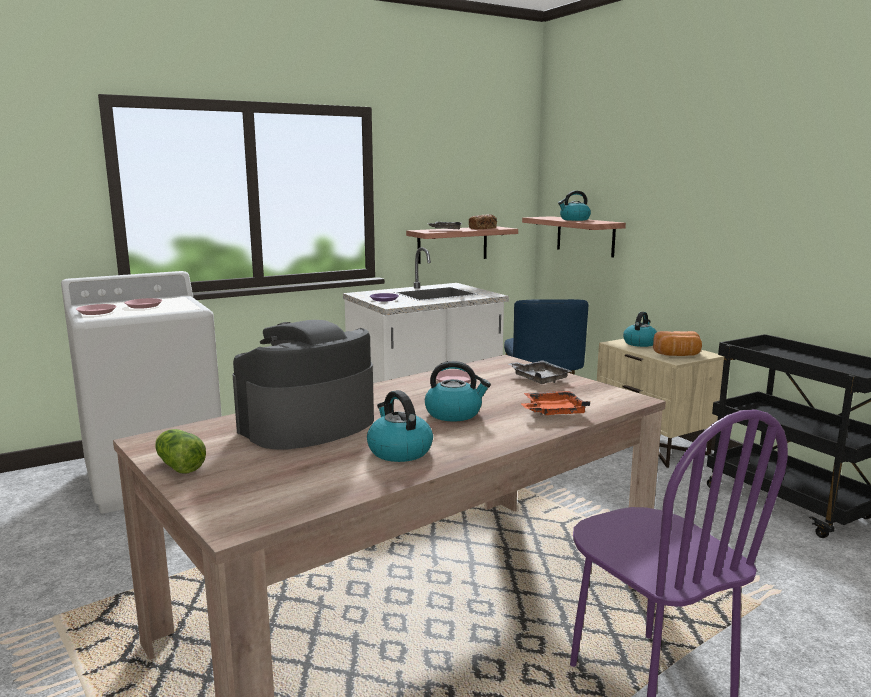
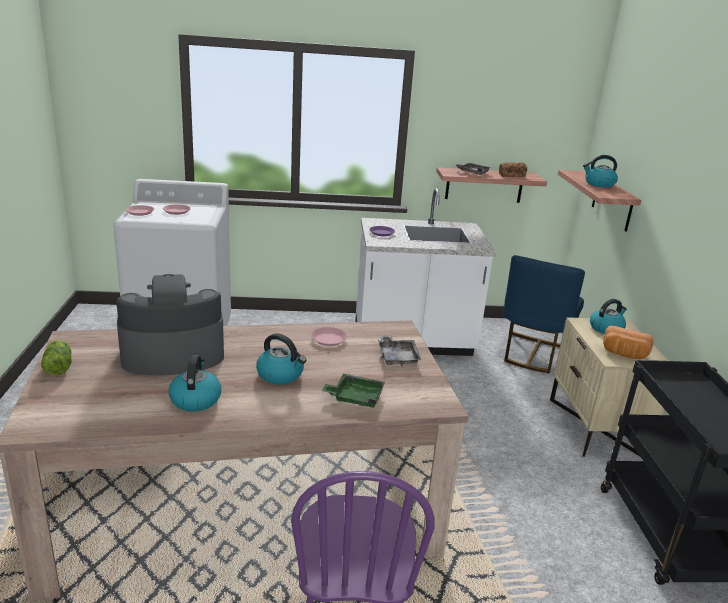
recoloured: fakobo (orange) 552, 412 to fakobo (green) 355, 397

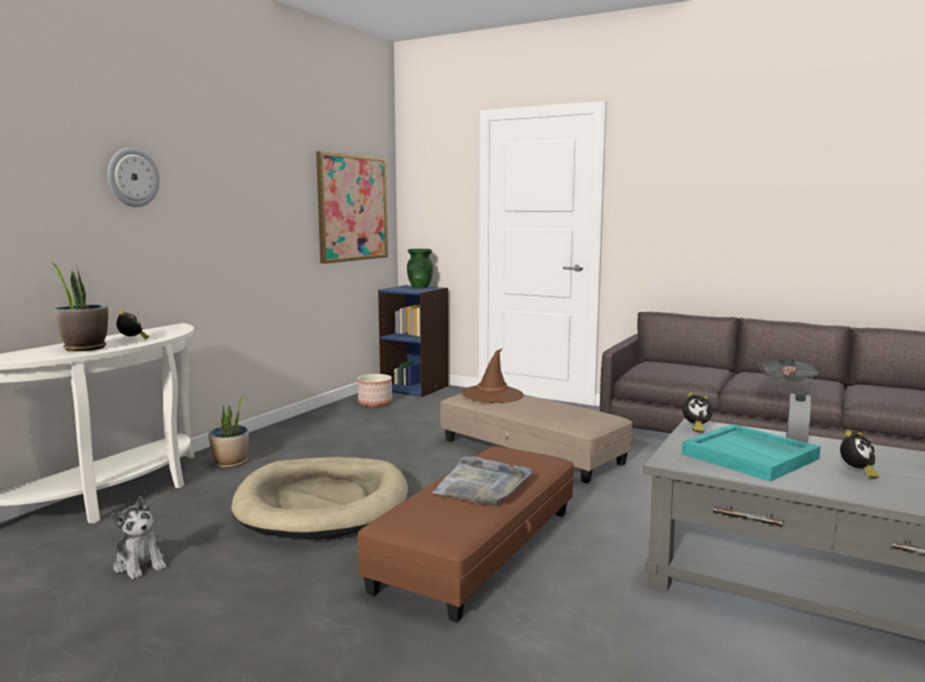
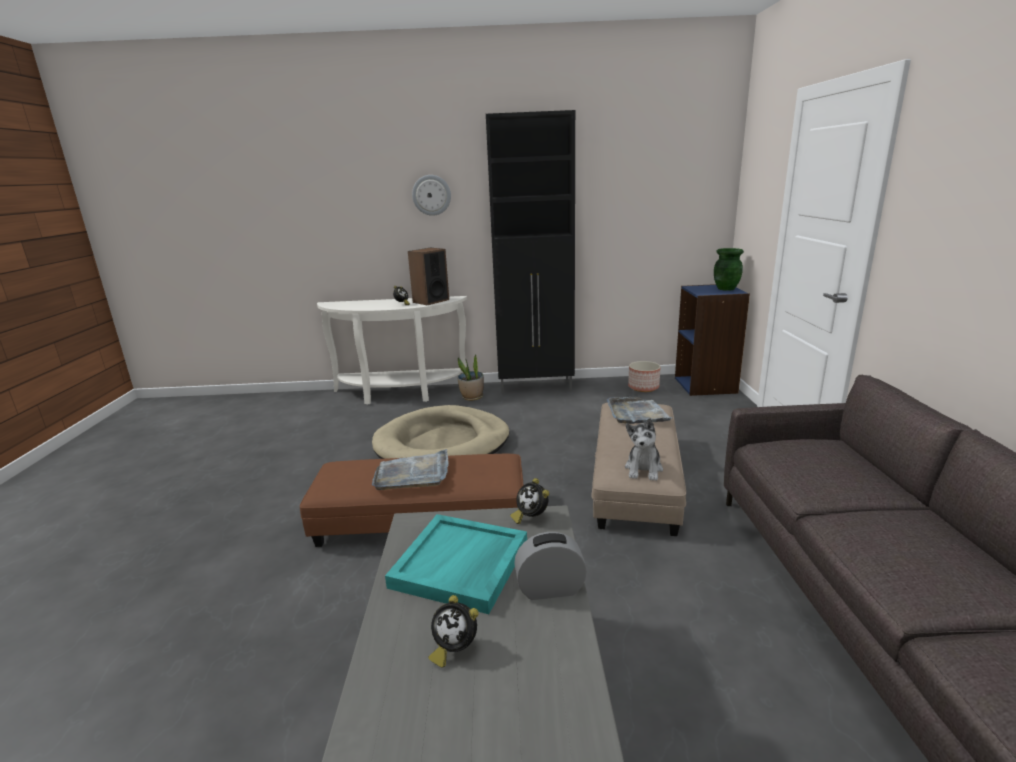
removed: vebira 84, 348; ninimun 352, 208; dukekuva 787, 386
added: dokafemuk 430, 301; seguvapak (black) 536, 387
moved: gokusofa 140, 564 to 644, 469
replaced: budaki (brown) 492, 395 to fakobo (grey) 636, 413

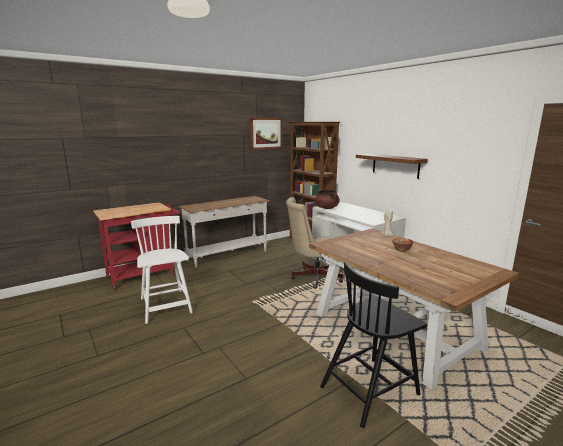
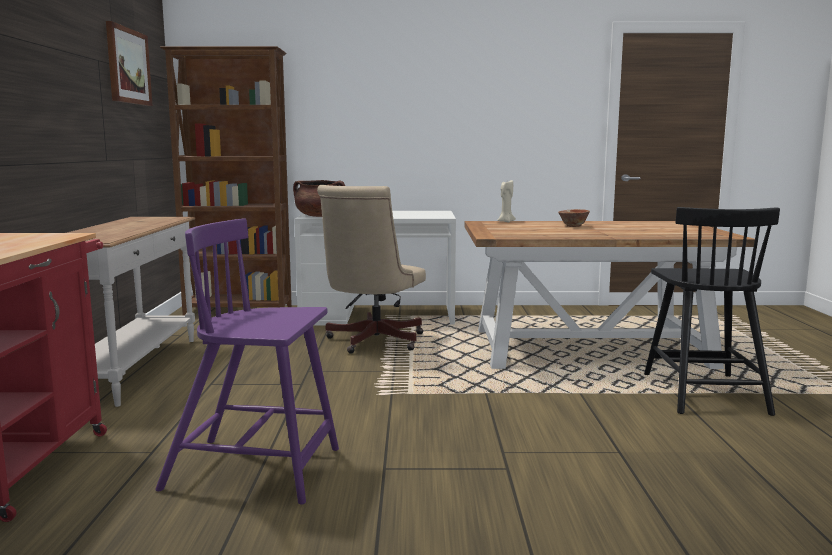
removed: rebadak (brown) 395, 165
recoloured: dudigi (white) 165, 306 to dudigi (purple) 256, 469

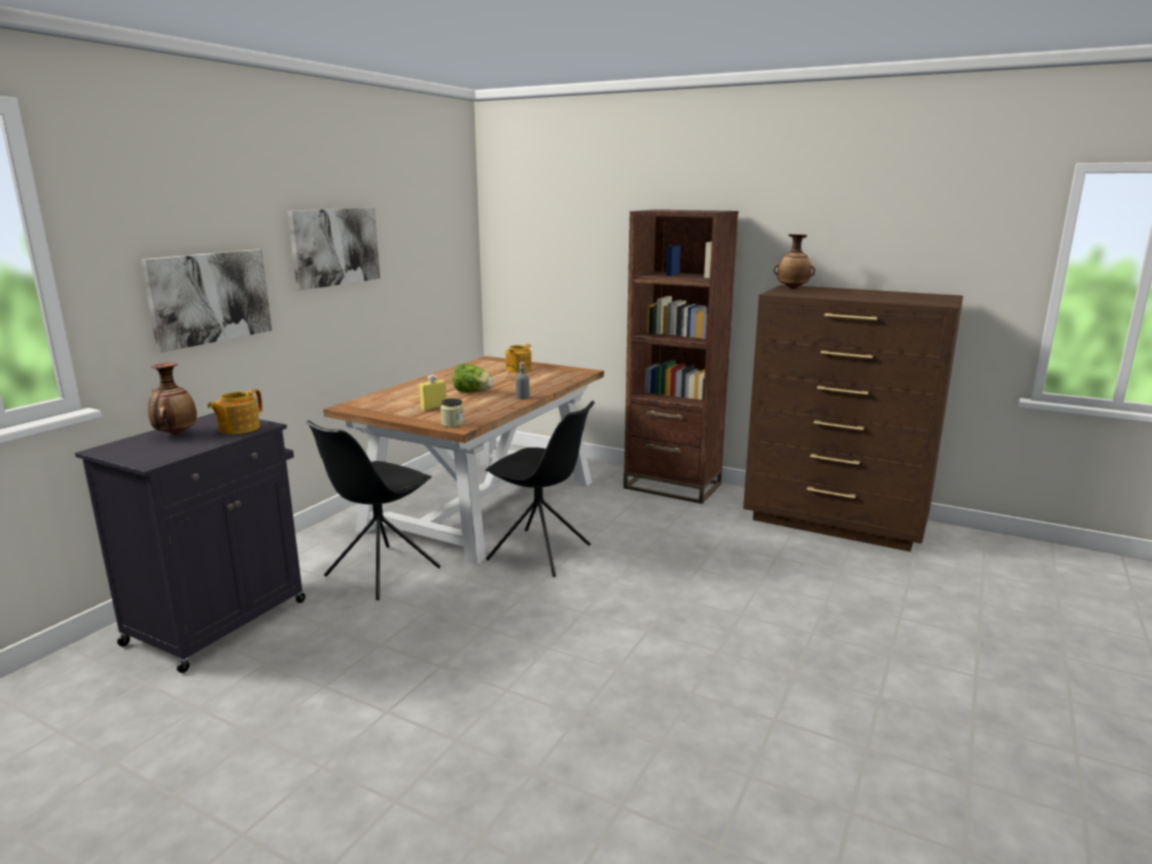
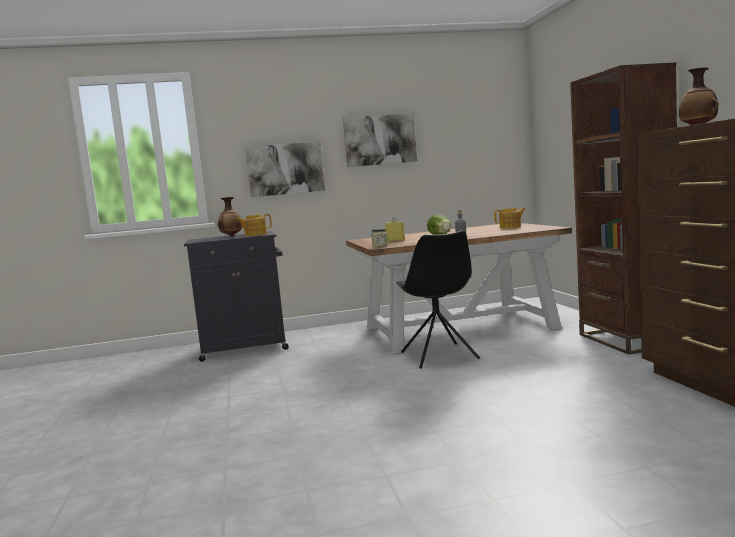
removed: dudigi (black) 380, 572

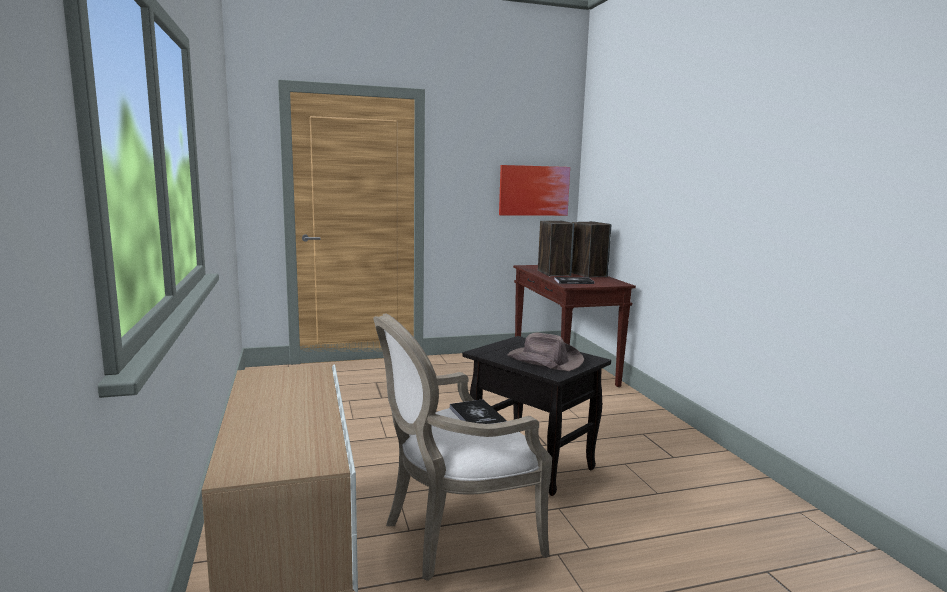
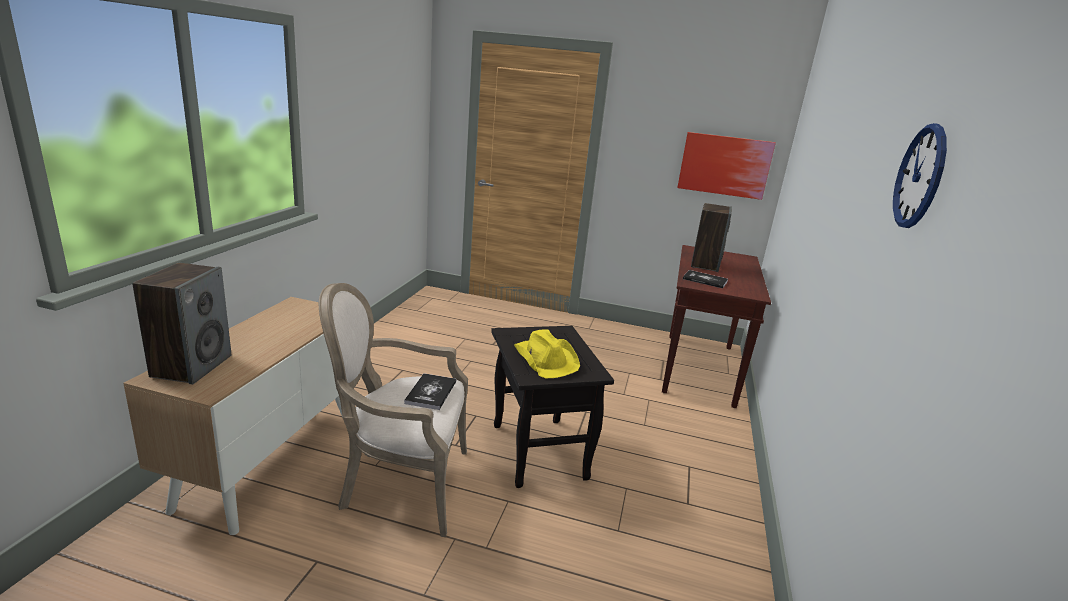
added: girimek 920, 177
moved: dokafemuk 587, 274 to 192, 366
recoloured: budaki (brown) 544, 360 to budaki (yellow) 546, 359

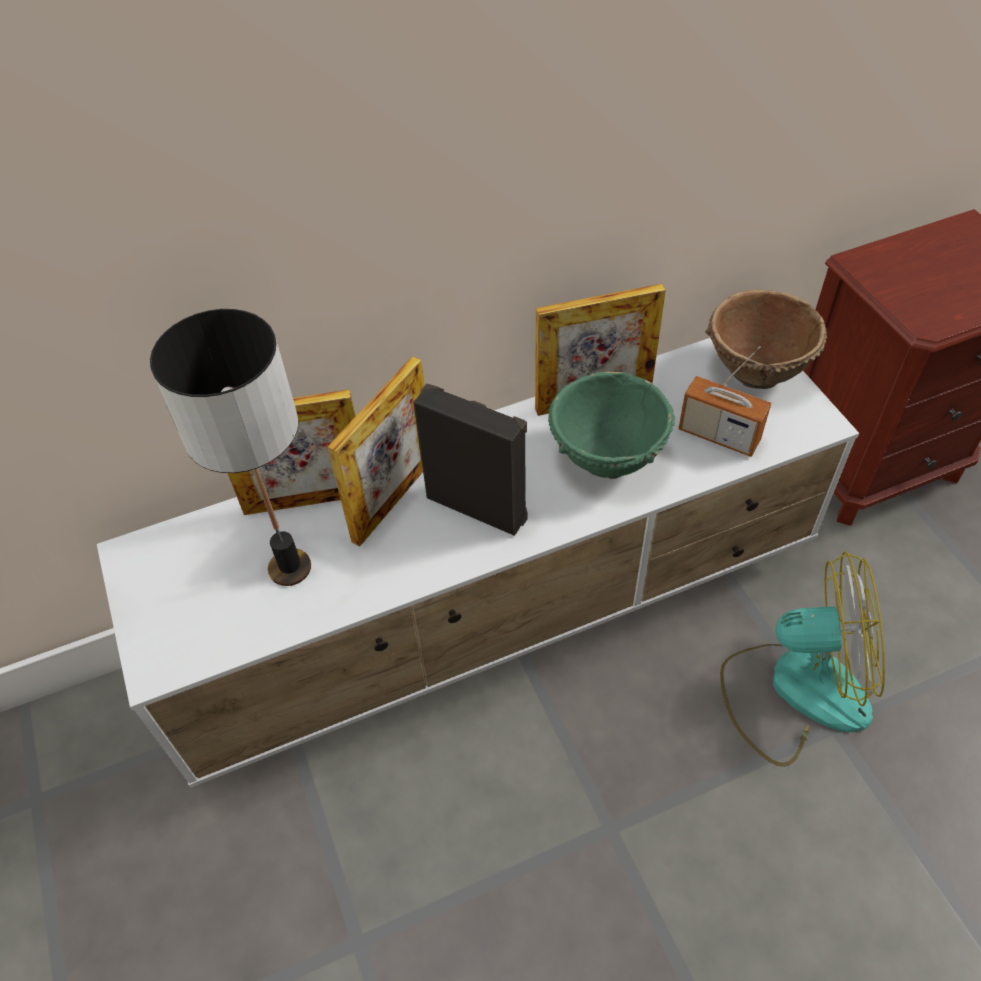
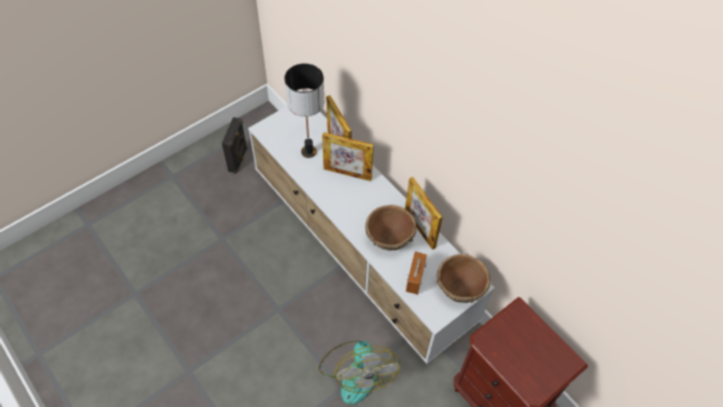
moved: dokafemuk (black) 478, 505 to 238, 160
recoloured: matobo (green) 606, 459 to matobo (brown) 389, 239

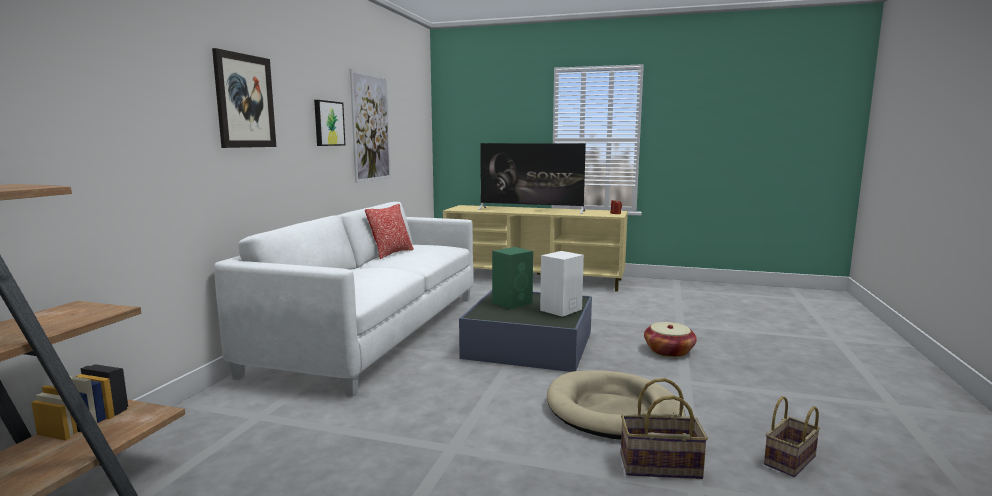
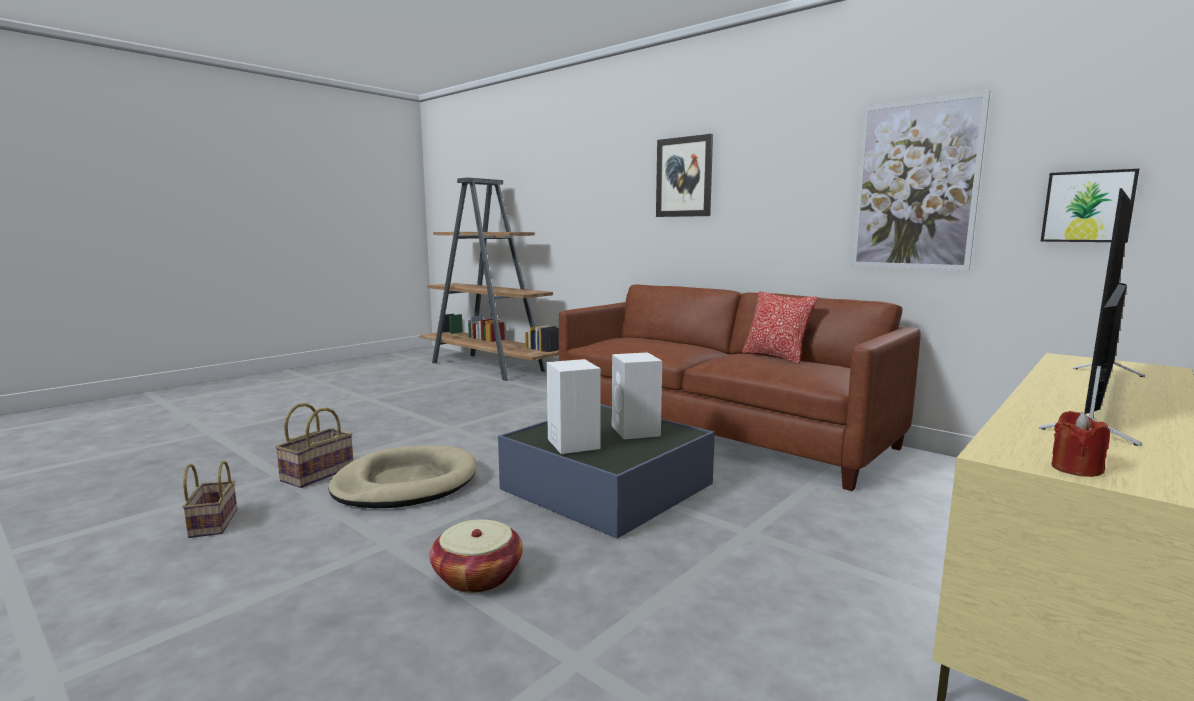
moved: ninimun 328, 123 to 1088, 206
recoloured: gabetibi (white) 374, 331 to gabetibi (brown) 719, 429; dokafemuk (green) 513, 303 to dokafemuk (white) 636, 431

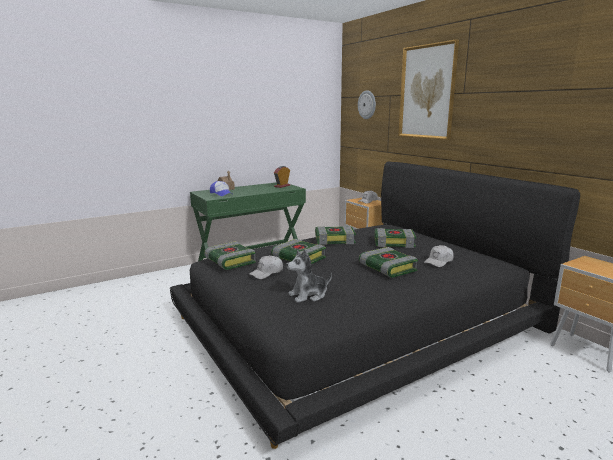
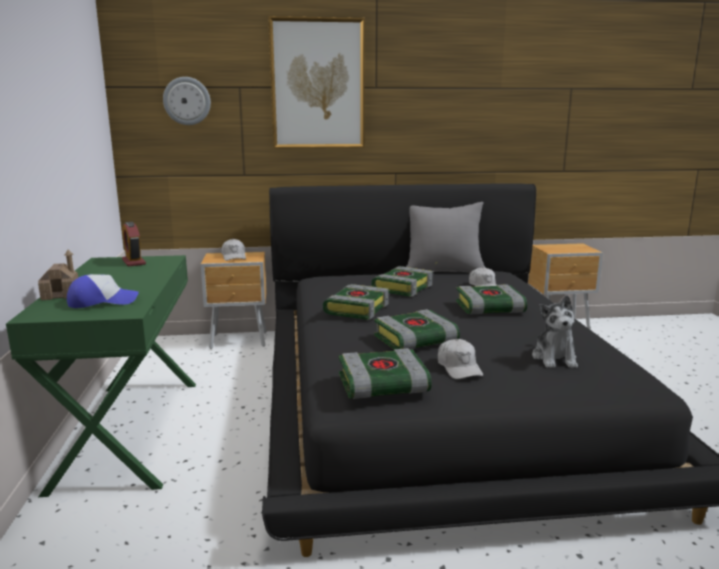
added: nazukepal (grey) 443, 270

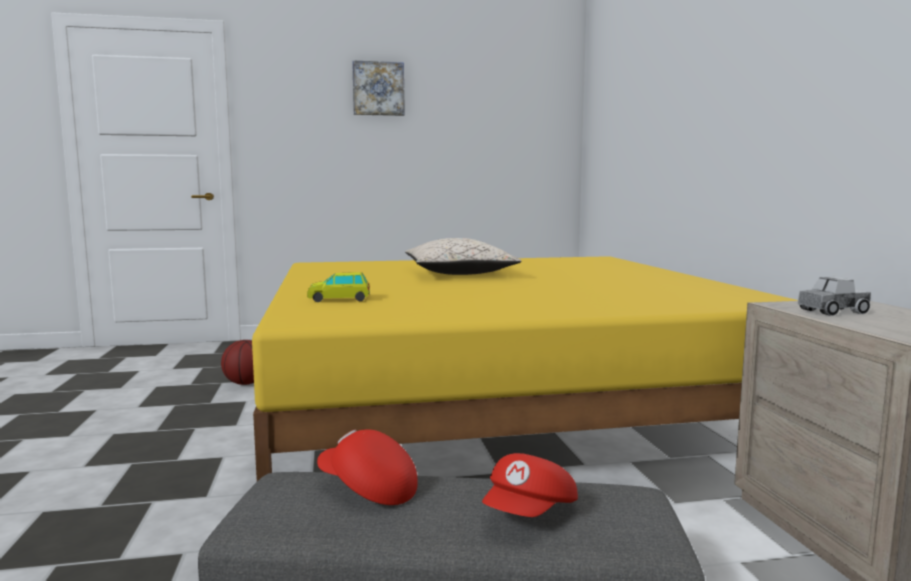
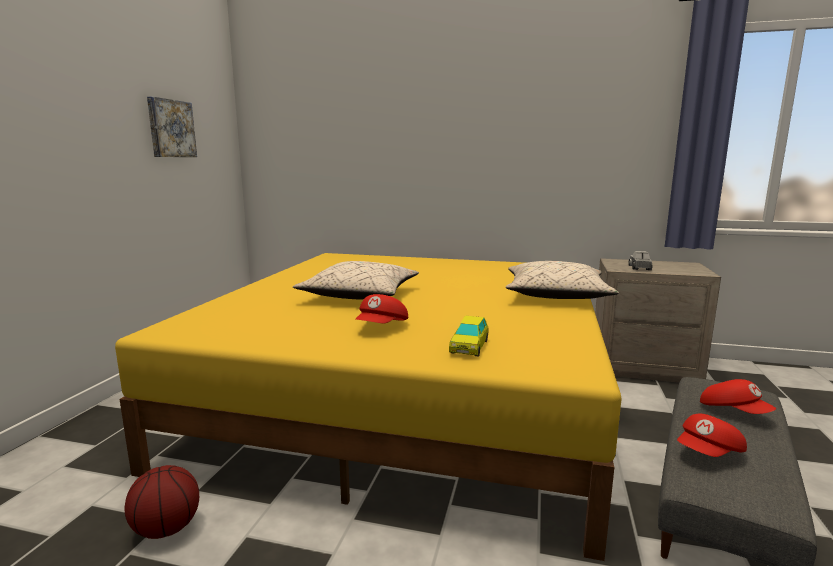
added: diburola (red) 382, 327; nazukepal (beige) 556, 295
moved: ninimun 378, 89 to 170, 128

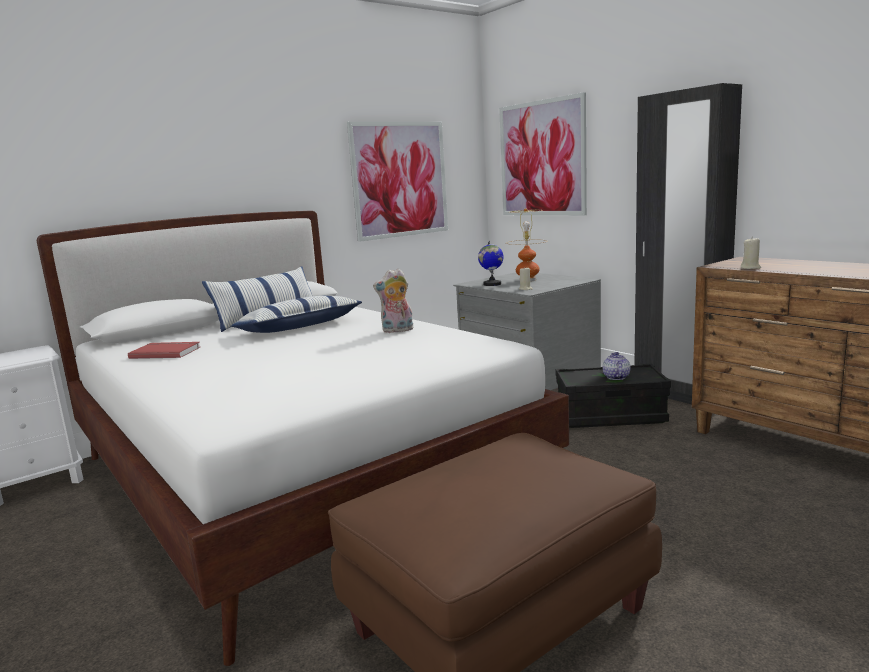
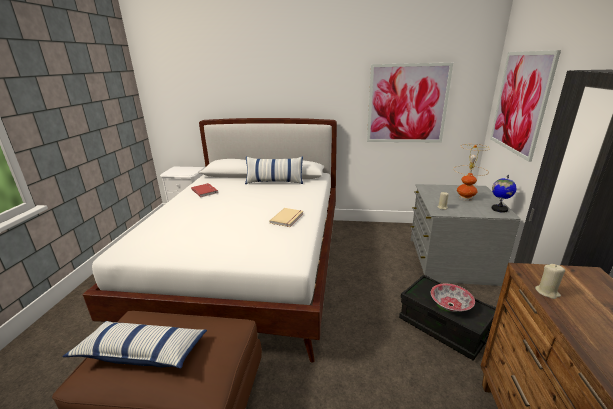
moved: nazukepal 299, 327 to 142, 353; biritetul 492, 284 to 499, 209
replaced: gokusofa 397, 330 to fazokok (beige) 288, 218; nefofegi 615, 377 to matobo 450, 305

